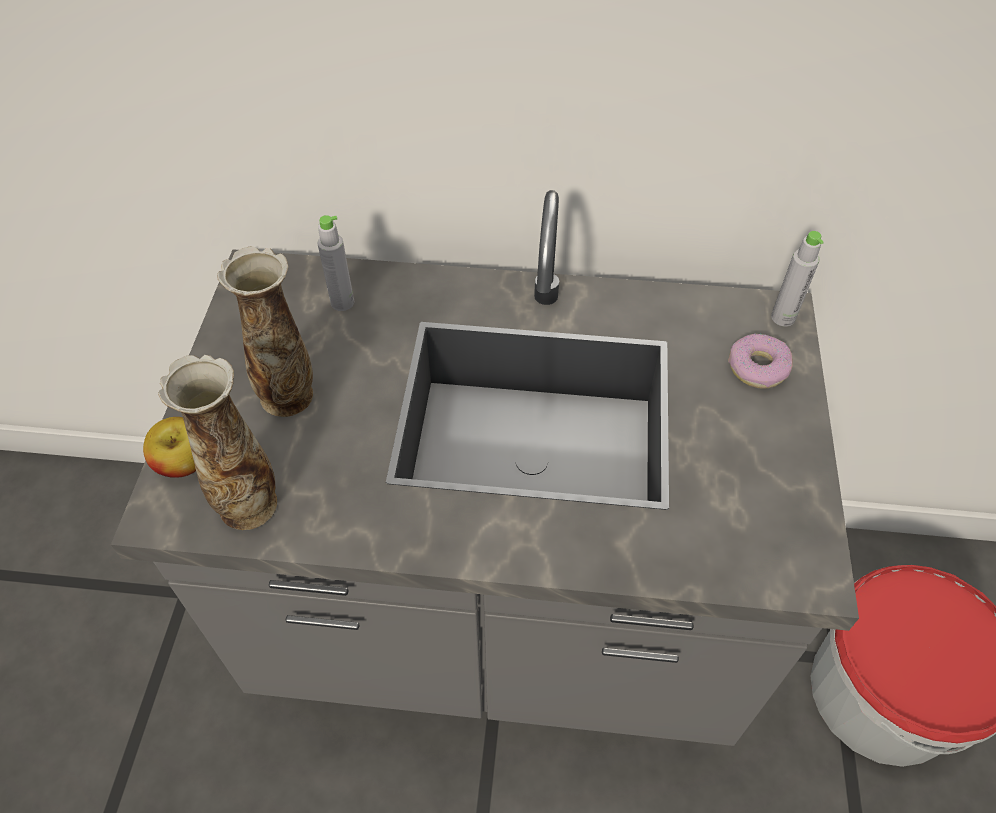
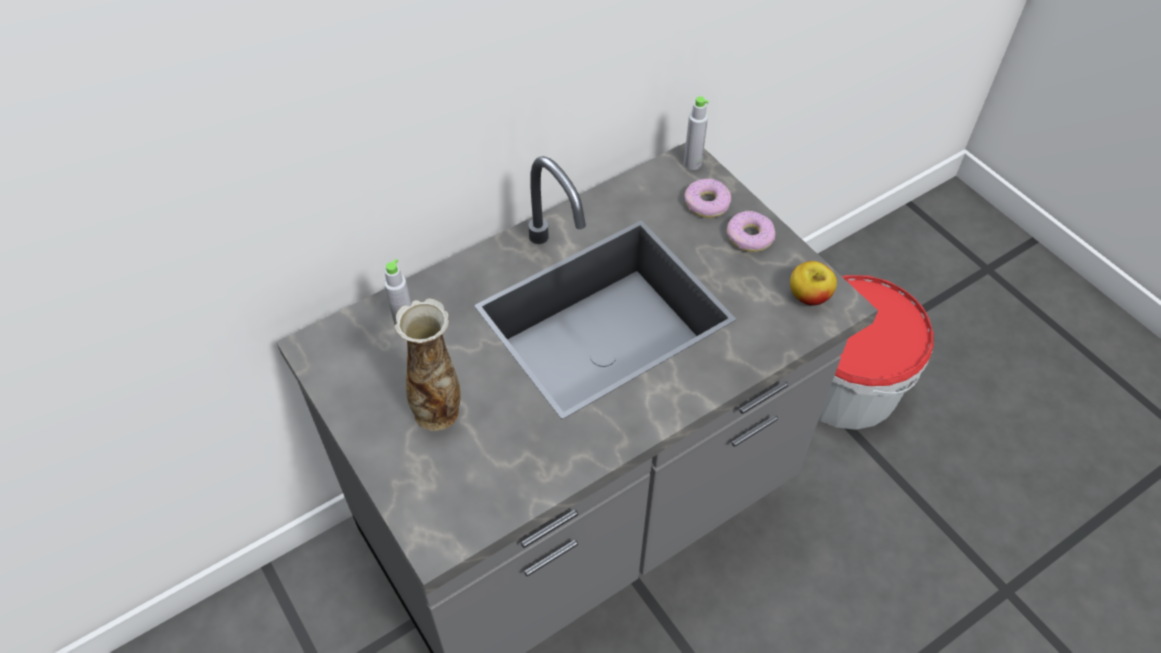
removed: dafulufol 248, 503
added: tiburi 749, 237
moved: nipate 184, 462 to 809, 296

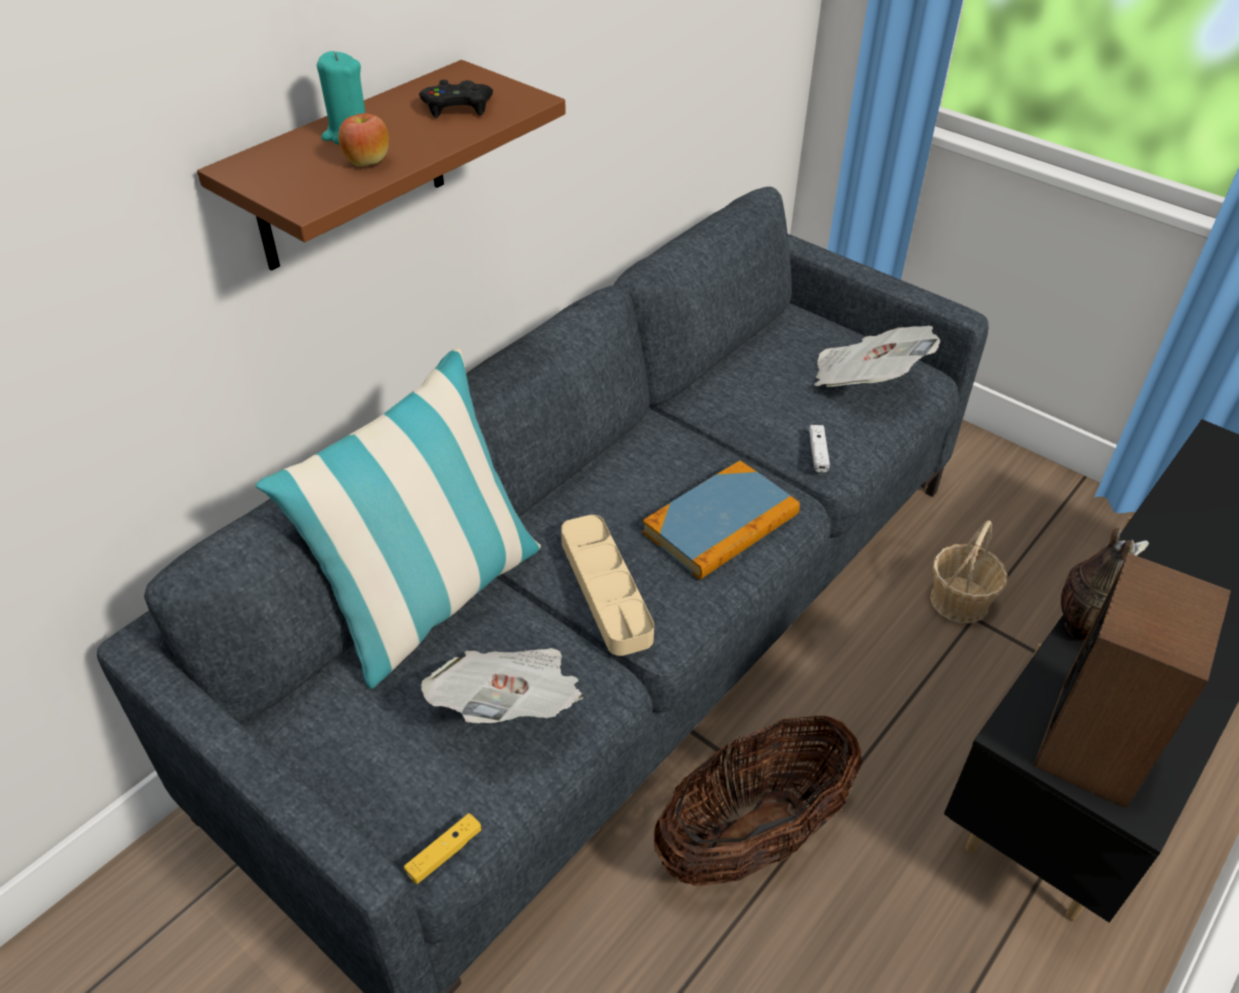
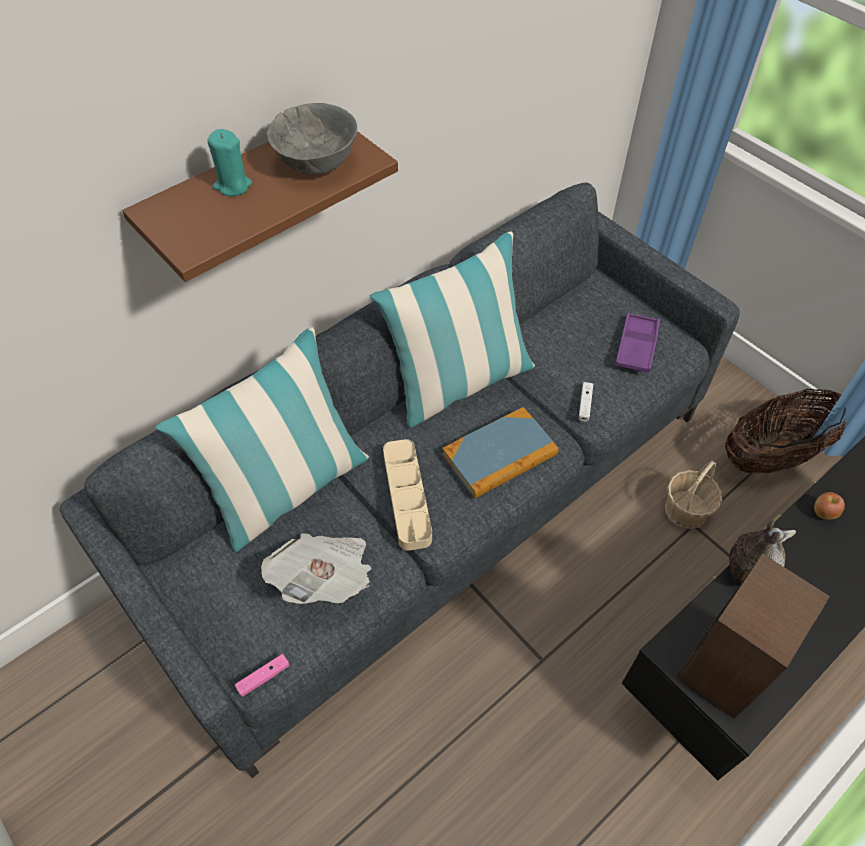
added: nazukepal 459, 383
moved: nipate 367, 162 to 823, 512; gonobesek 752, 836 to 772, 455
replaced: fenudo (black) 457, 107 to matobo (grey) 316, 163; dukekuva 866, 381 to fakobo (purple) 636, 346
recoloured: fenudo (yellow) 444, 853 to fenudo (pink) 263, 677

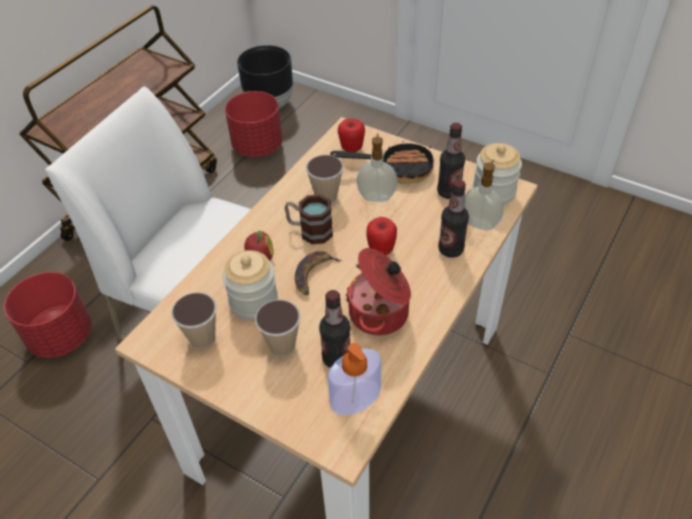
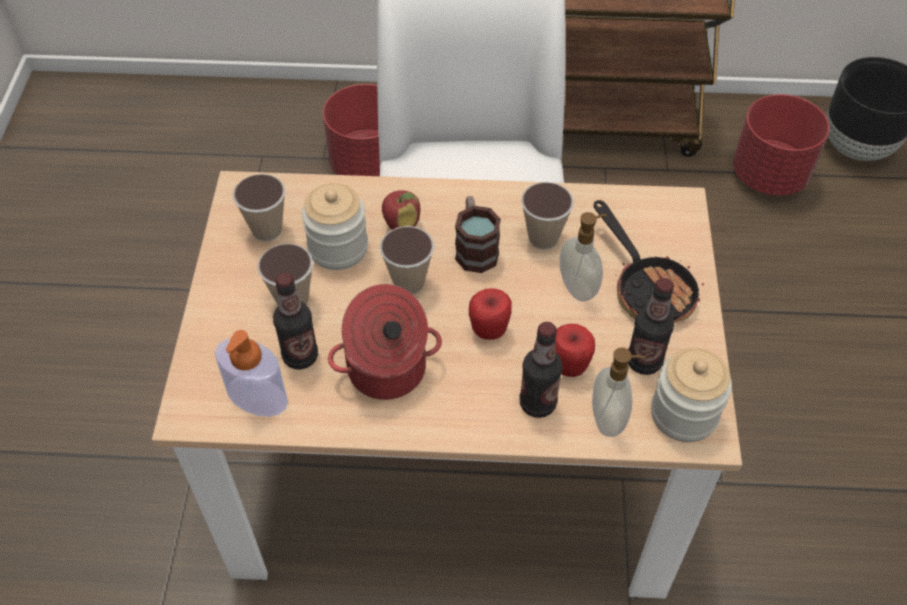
moved: nipate 351, 148 to 569, 366
replaced: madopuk 314, 275 to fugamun 409, 282

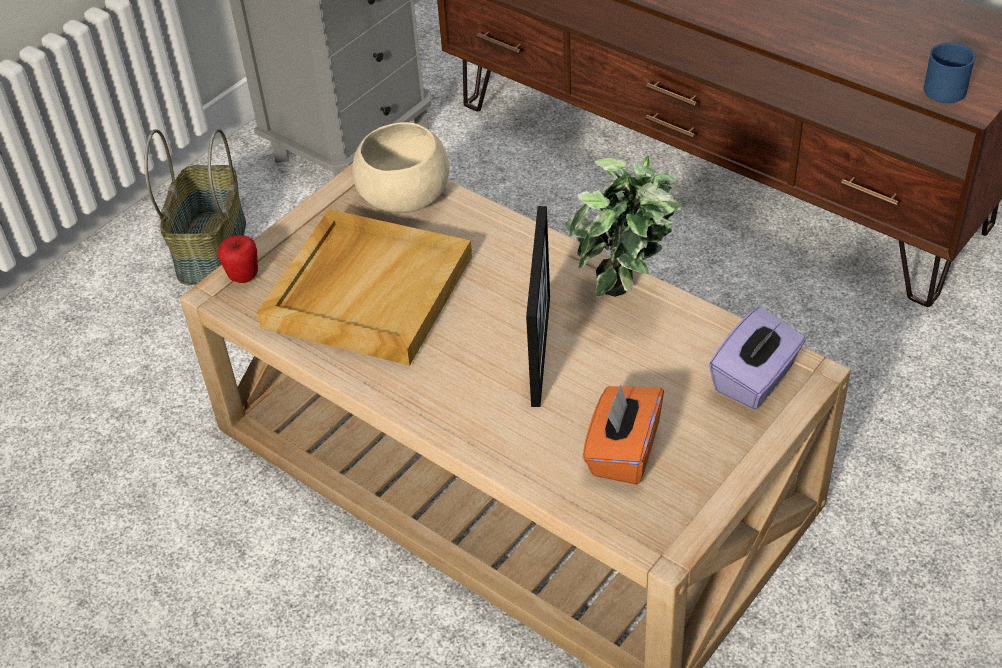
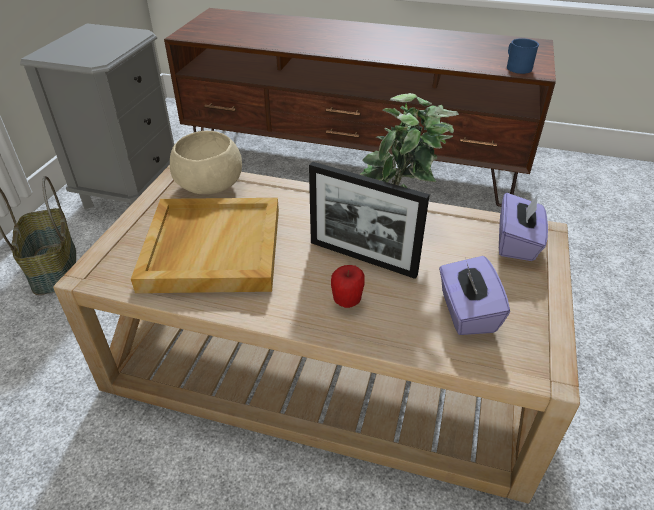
moved: nipate 243, 276 to 347, 301
recoloured: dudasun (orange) 622, 452 to dudasun (purple) 466, 312
turned: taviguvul 541, 349 = 362, 258 135 degrees clockwise

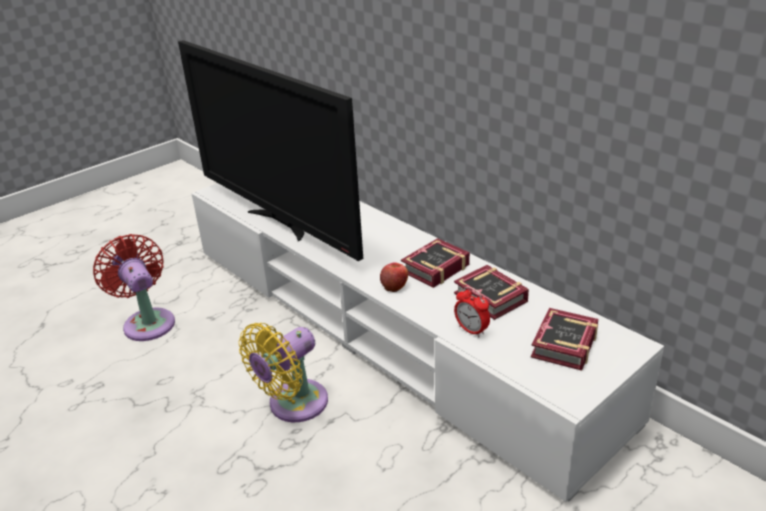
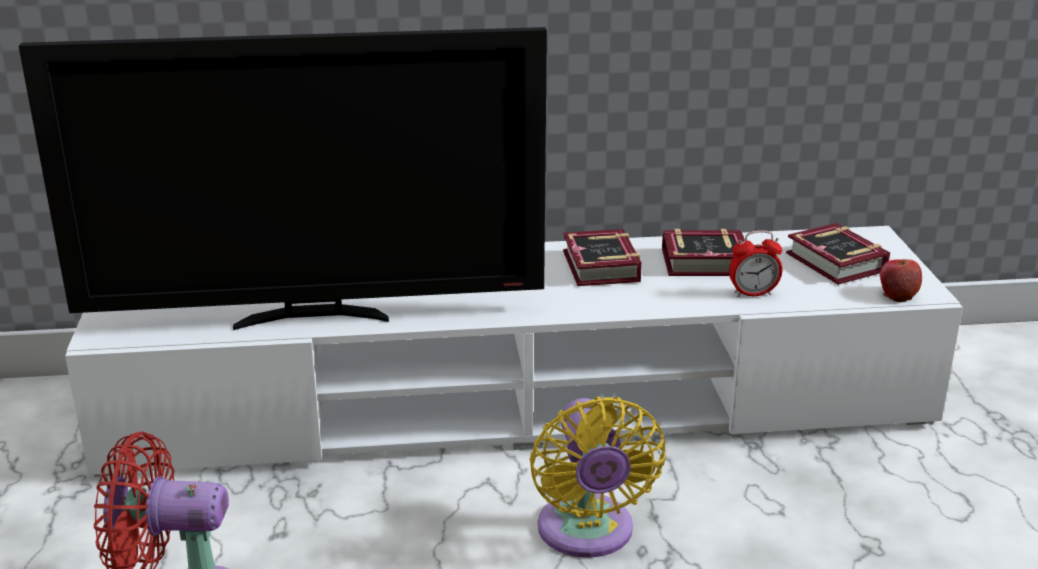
moved: nipate 394, 286 to 897, 294

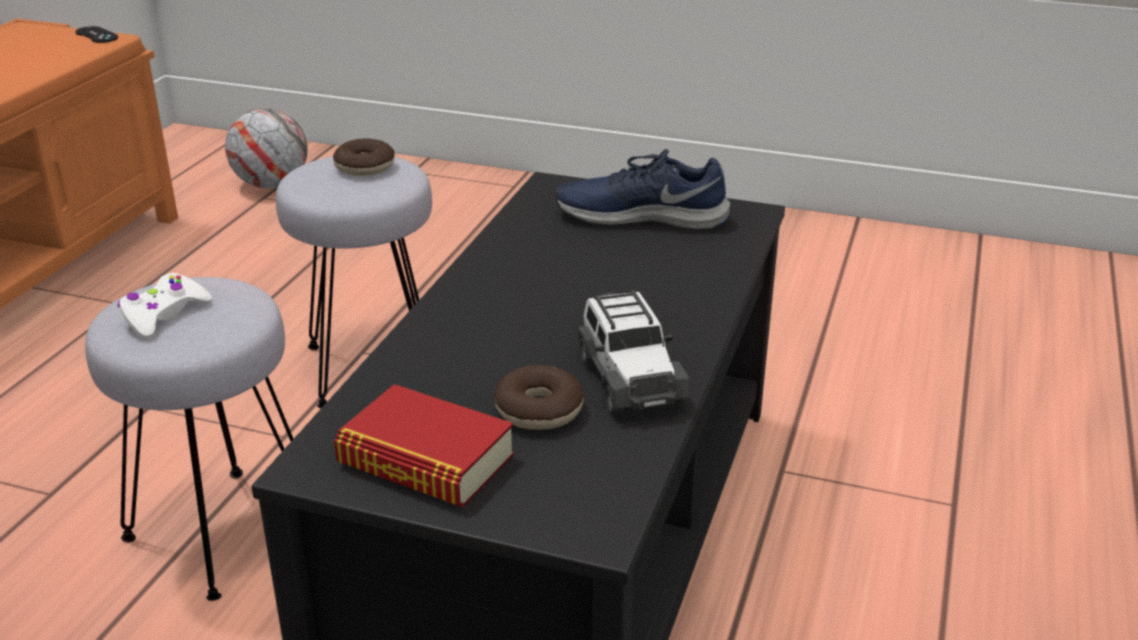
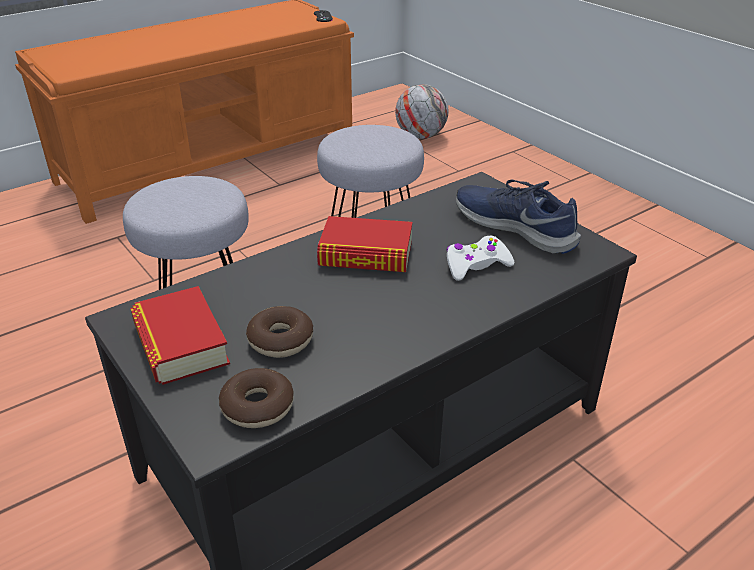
removed: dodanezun 629, 379
added: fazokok 366, 254
moved: fenudo (white) 164, 315 to 476, 265; tiburi 365, 167 to 257, 407

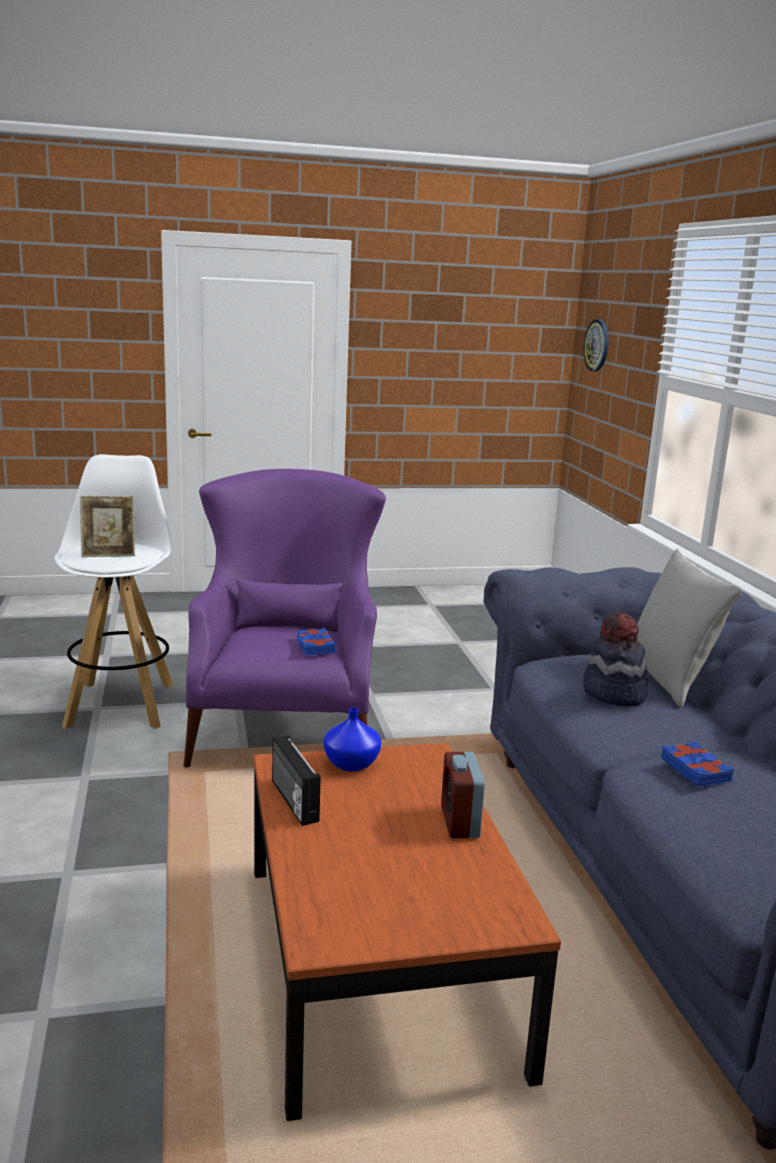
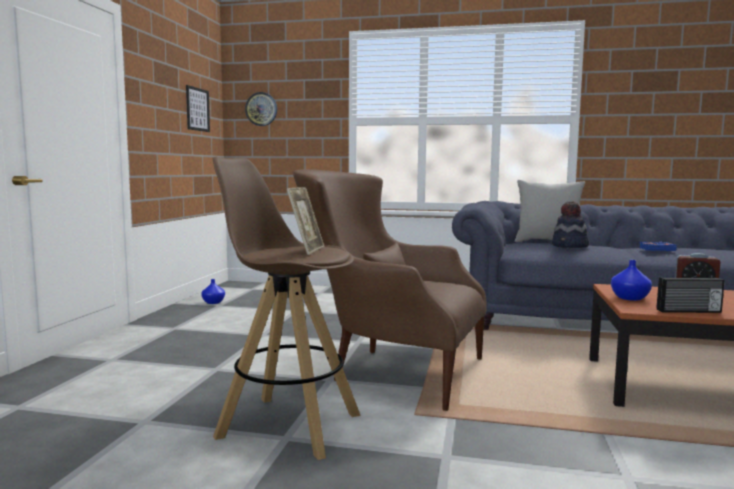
removed: fazokok (blue) 315, 646
added: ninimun 197, 109; dafulufol (blue) 213, 302
recoloured: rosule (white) 121, 704 to rosule (brown) 287, 425; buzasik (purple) 286, 724 to buzasik (brown) 387, 370

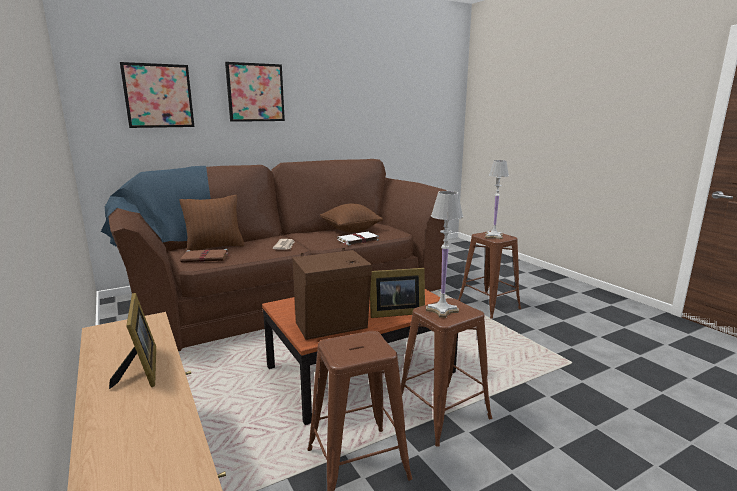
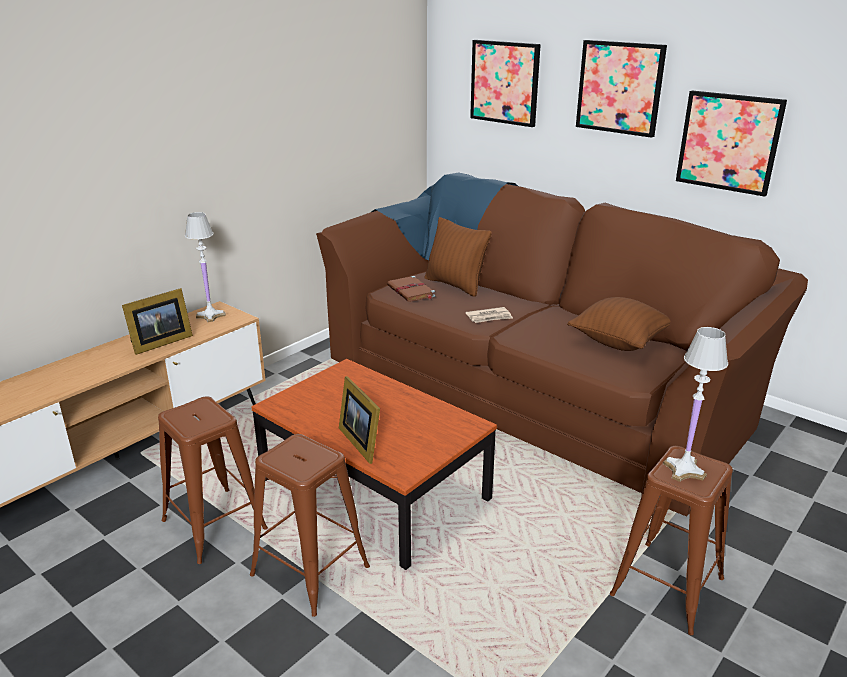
removed: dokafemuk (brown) 333, 326; fazokok (white) 357, 240
added: ninimun 729, 142
moved: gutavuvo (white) 441, 310 to 211, 315

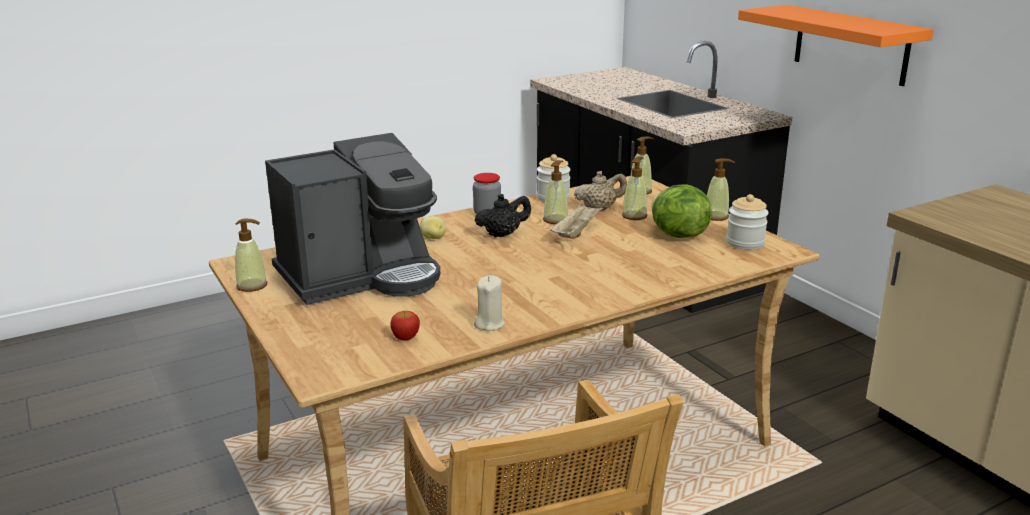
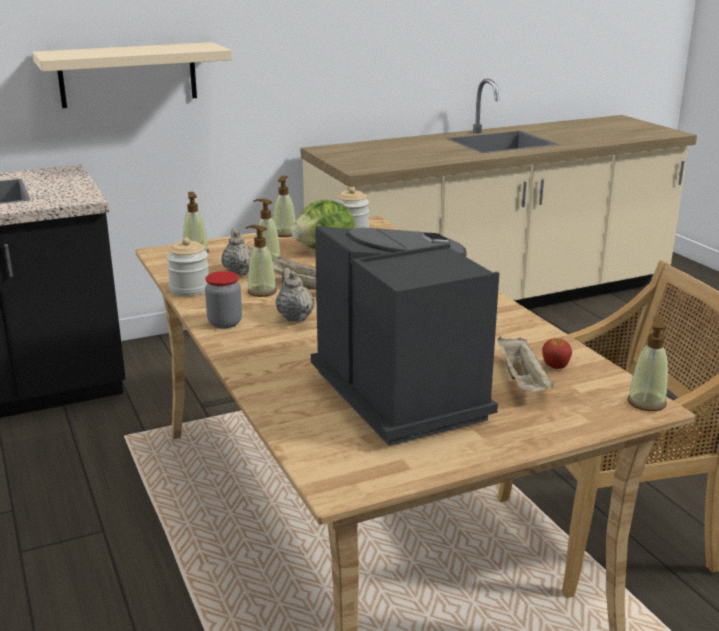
removed: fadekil 433, 238; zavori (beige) 489, 324
added: fakobo (beige) 522, 382
moved: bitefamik 252, 286 to 646, 402
recoloured: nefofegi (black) 503, 234 to nefofegi (beige) 294, 317; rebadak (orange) 850, 44 to rebadak (beige) 128, 75

